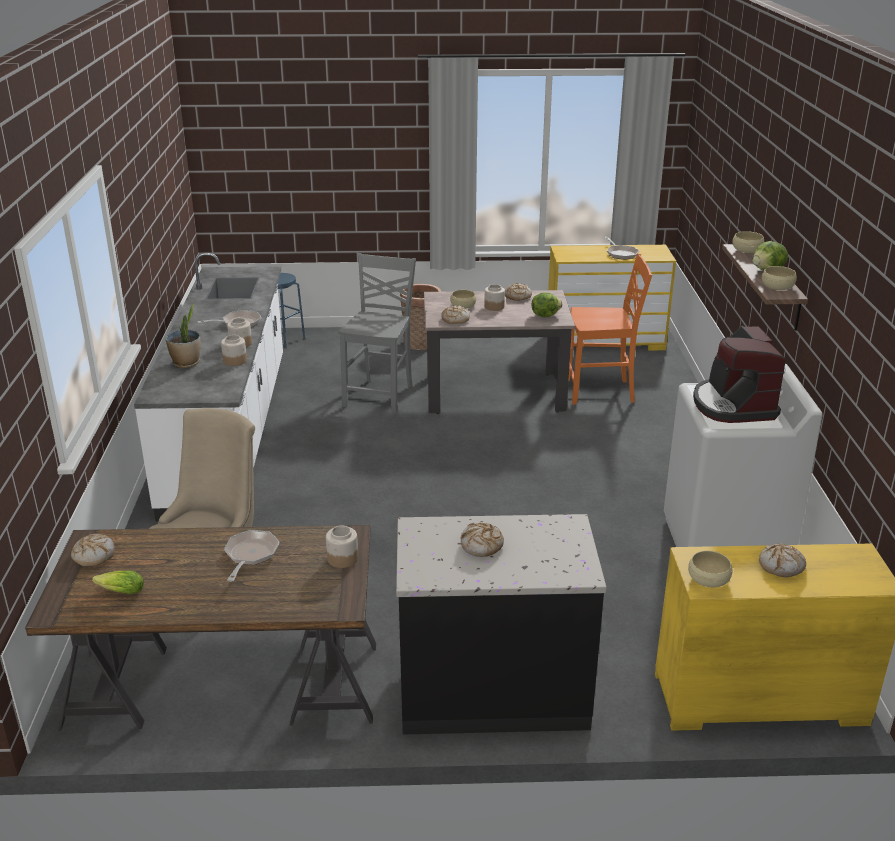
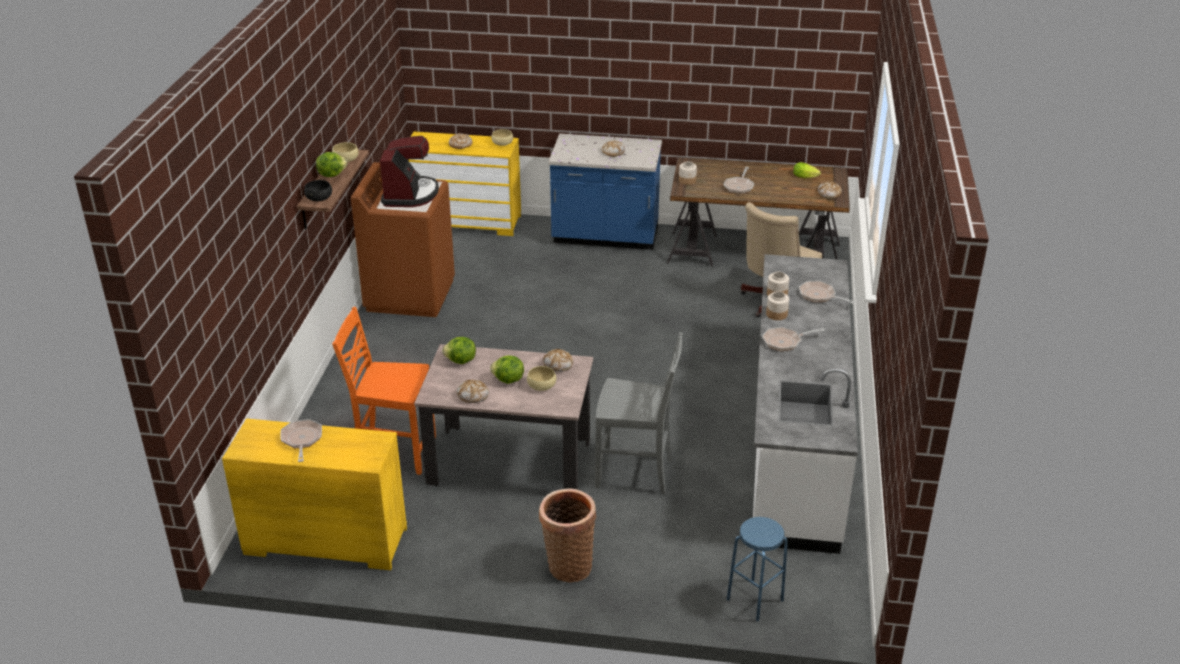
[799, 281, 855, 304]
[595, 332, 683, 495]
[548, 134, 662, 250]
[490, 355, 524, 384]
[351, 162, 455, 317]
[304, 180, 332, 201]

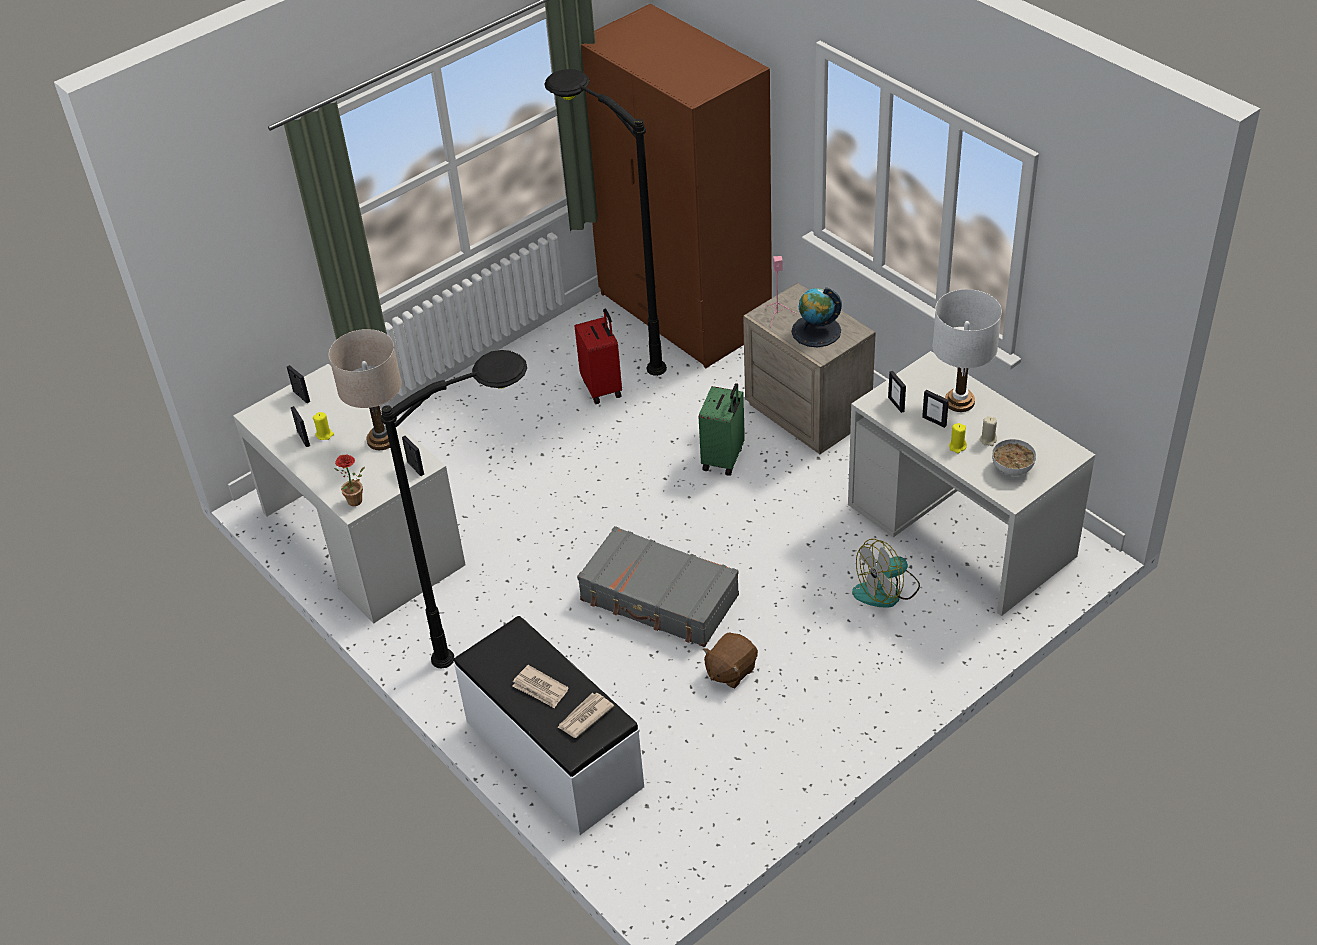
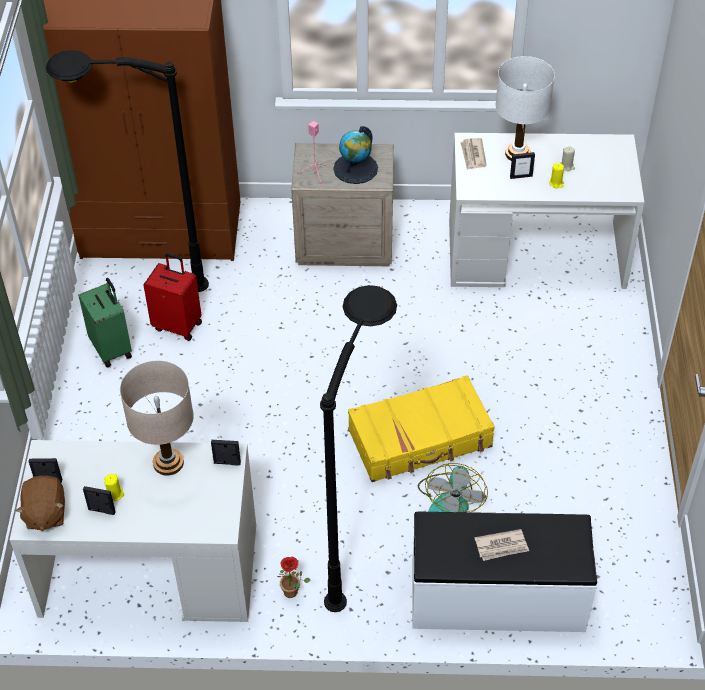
[277, 557, 311, 598]
[460, 138, 487, 170]
[348, 375, 495, 482]
[78, 278, 132, 367]
[16, 475, 65, 531]
[418, 463, 488, 512]
[888, 371, 906, 413] (first image)
[992, 439, 1036, 476] (first image)

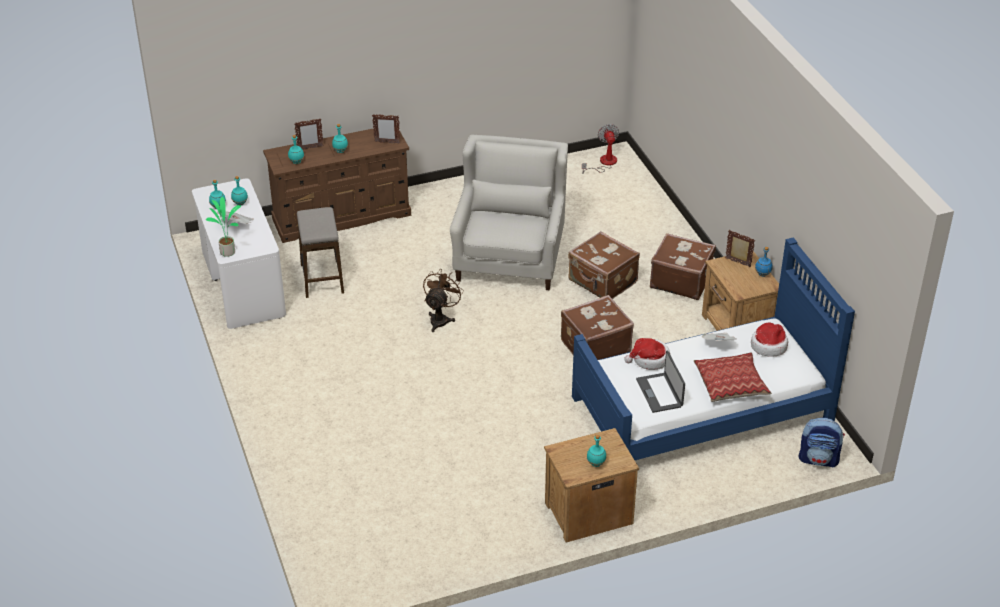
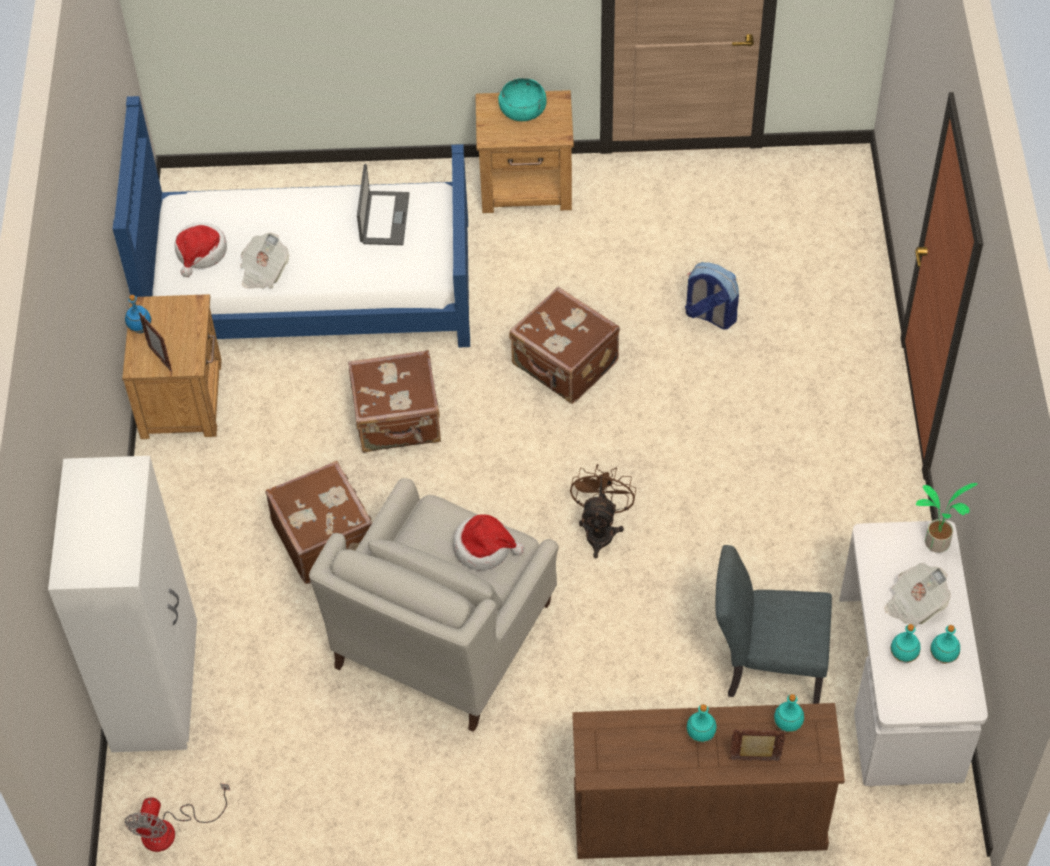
[716, 545, 832, 704]
[372, 114, 400, 144] (first image)
[570, 464, 636, 559]
[498, 78, 547, 121]
[453, 514, 524, 570]
[509, 287, 620, 404]
[694, 352, 772, 402] (first image)
[685, 262, 739, 329]
[48, 456, 197, 752]

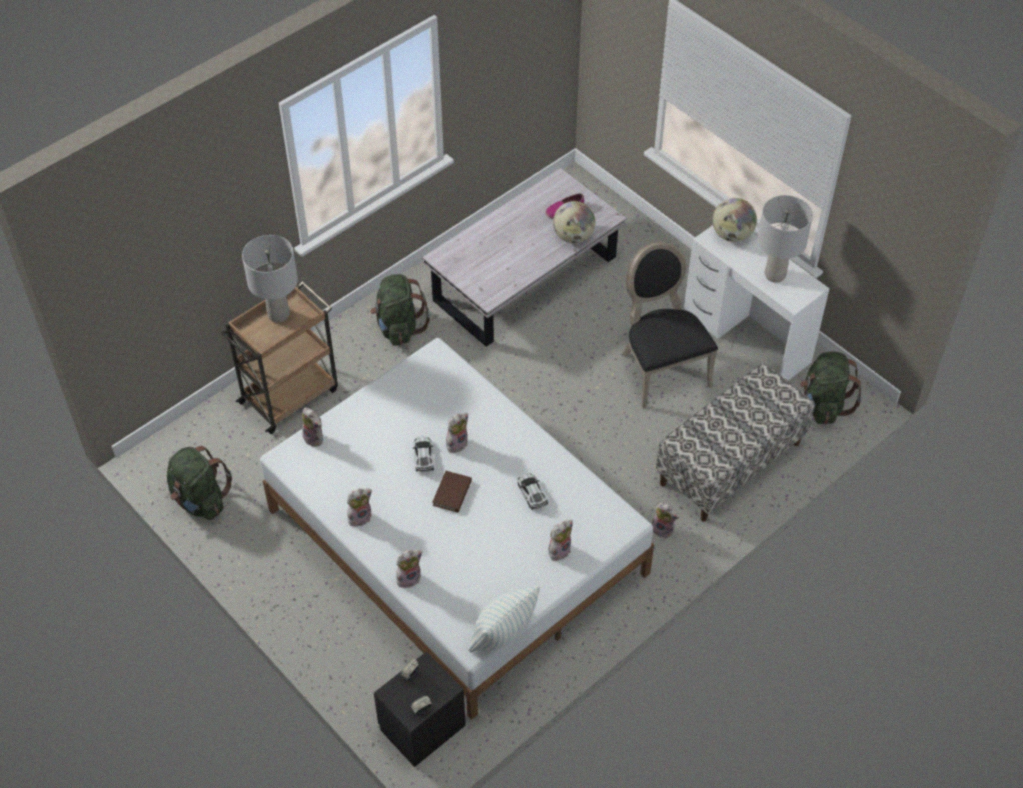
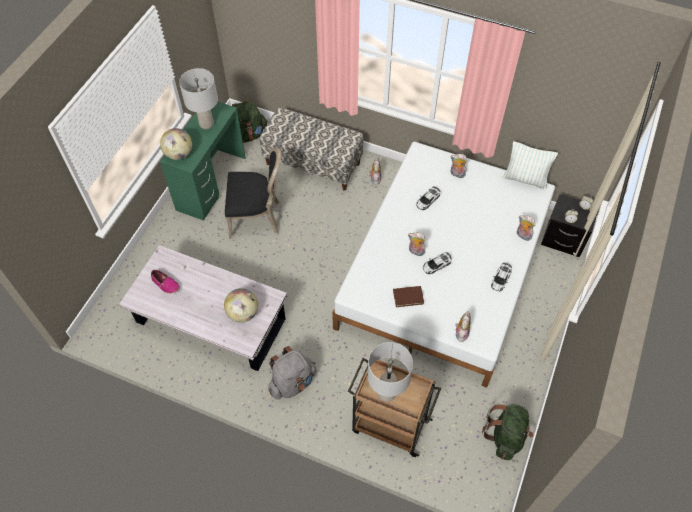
[491, 263, 512, 291]
[268, 346, 317, 400]
[393, 286, 424, 307]
[224, 288, 258, 322]
[225, 147, 281, 239]
[160, 102, 246, 221]

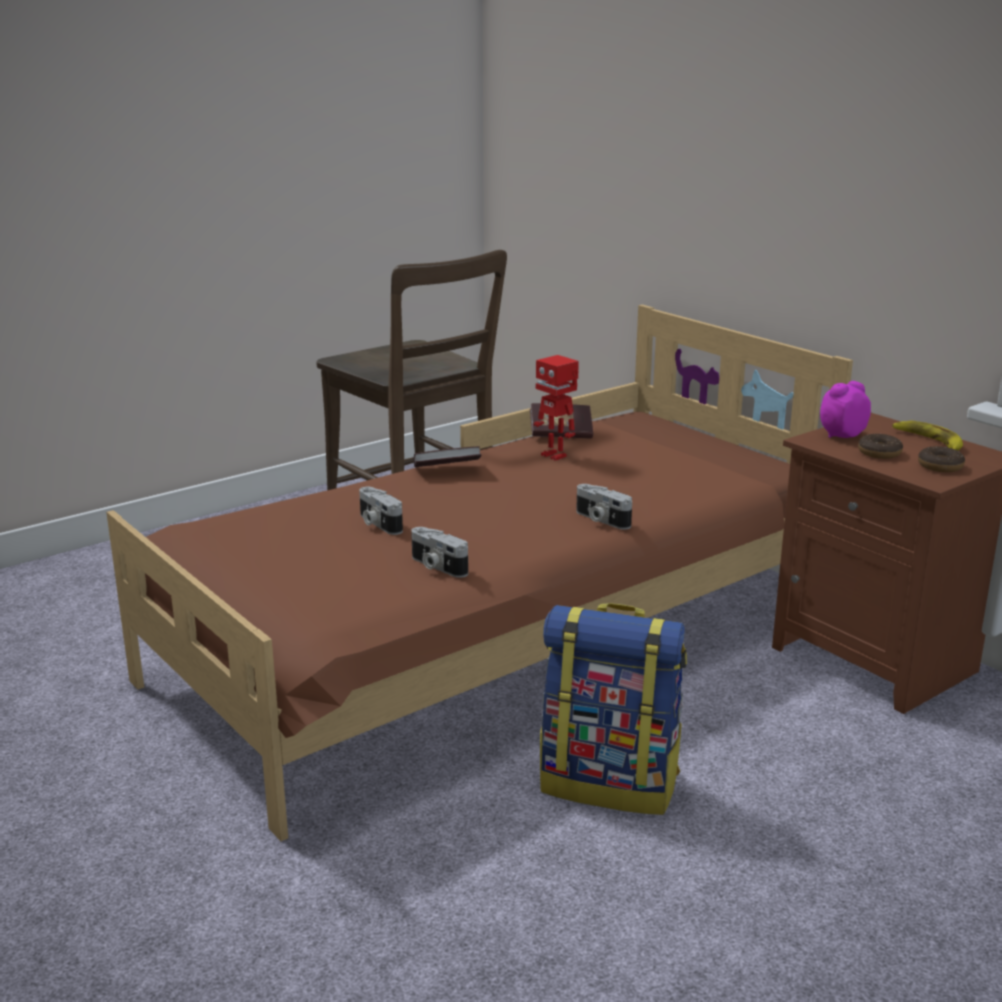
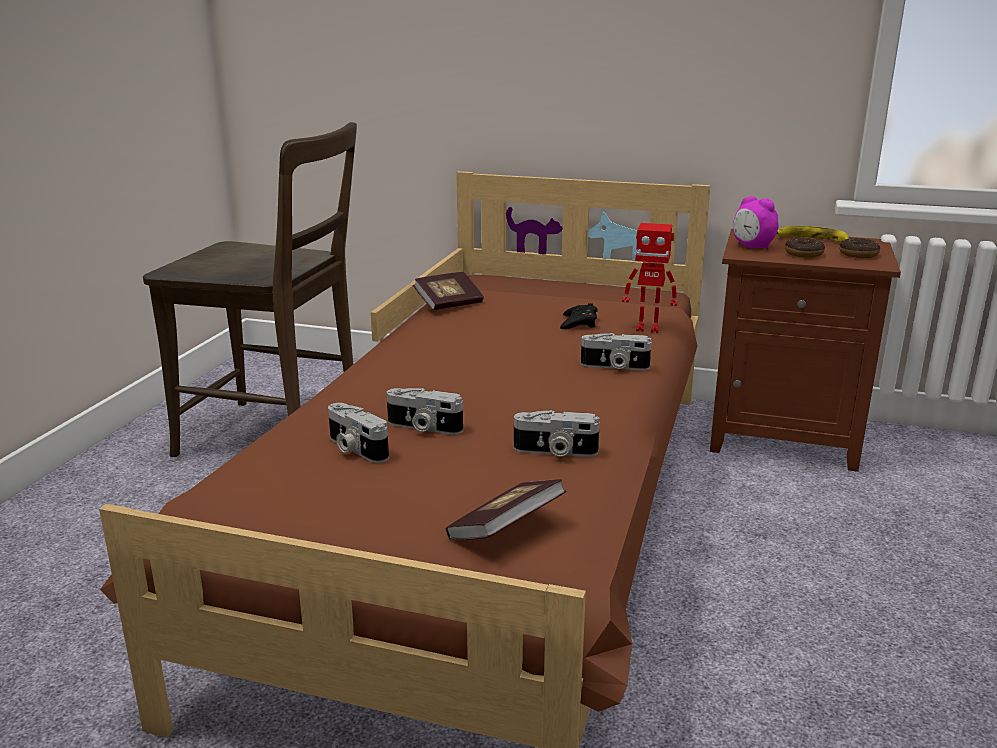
[446, 479, 566, 540]
[622, 223, 678, 333]
[540, 603, 687, 815] (first image)
[733, 196, 779, 249]
[328, 403, 389, 463]
[560, 303, 598, 329]

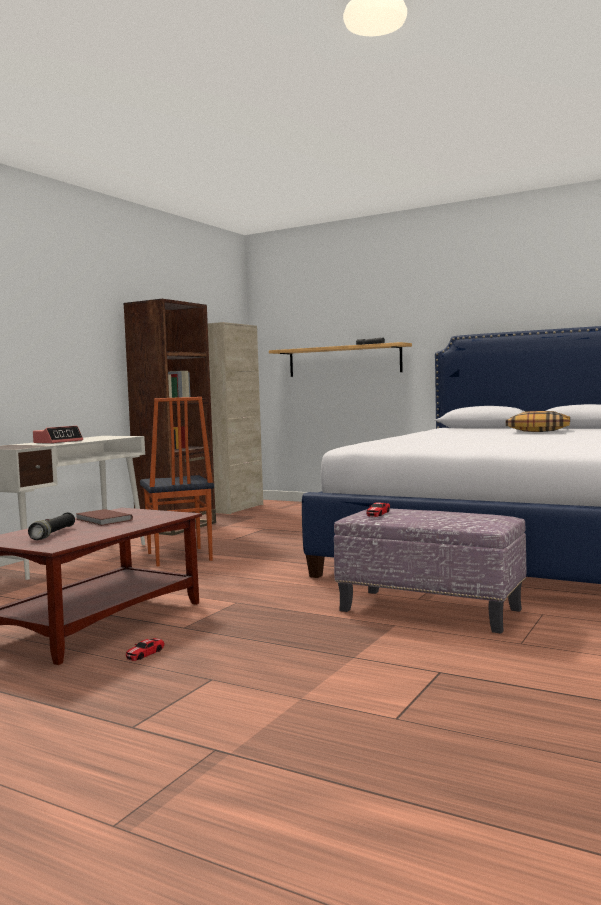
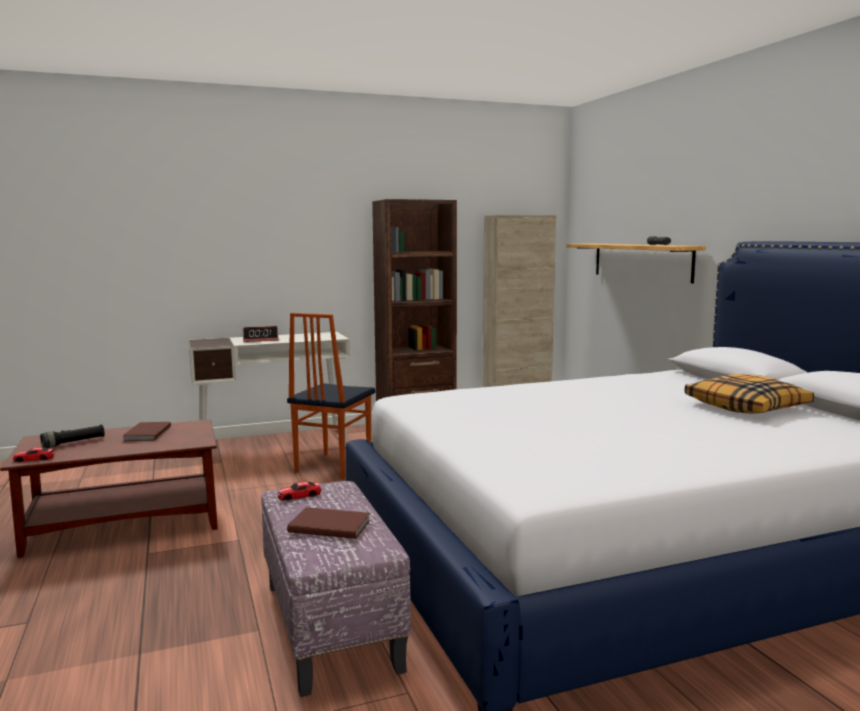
[13, 447, 55, 462]
[287, 507, 370, 539]

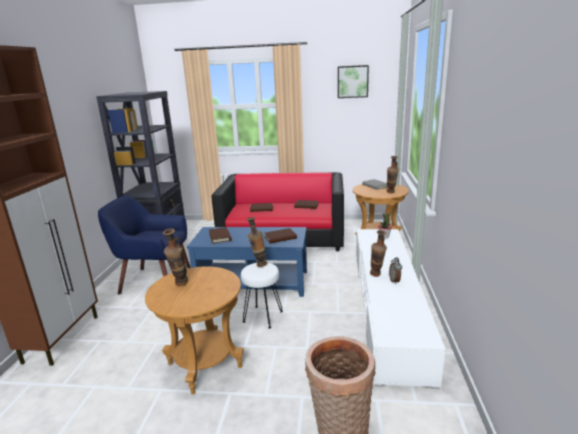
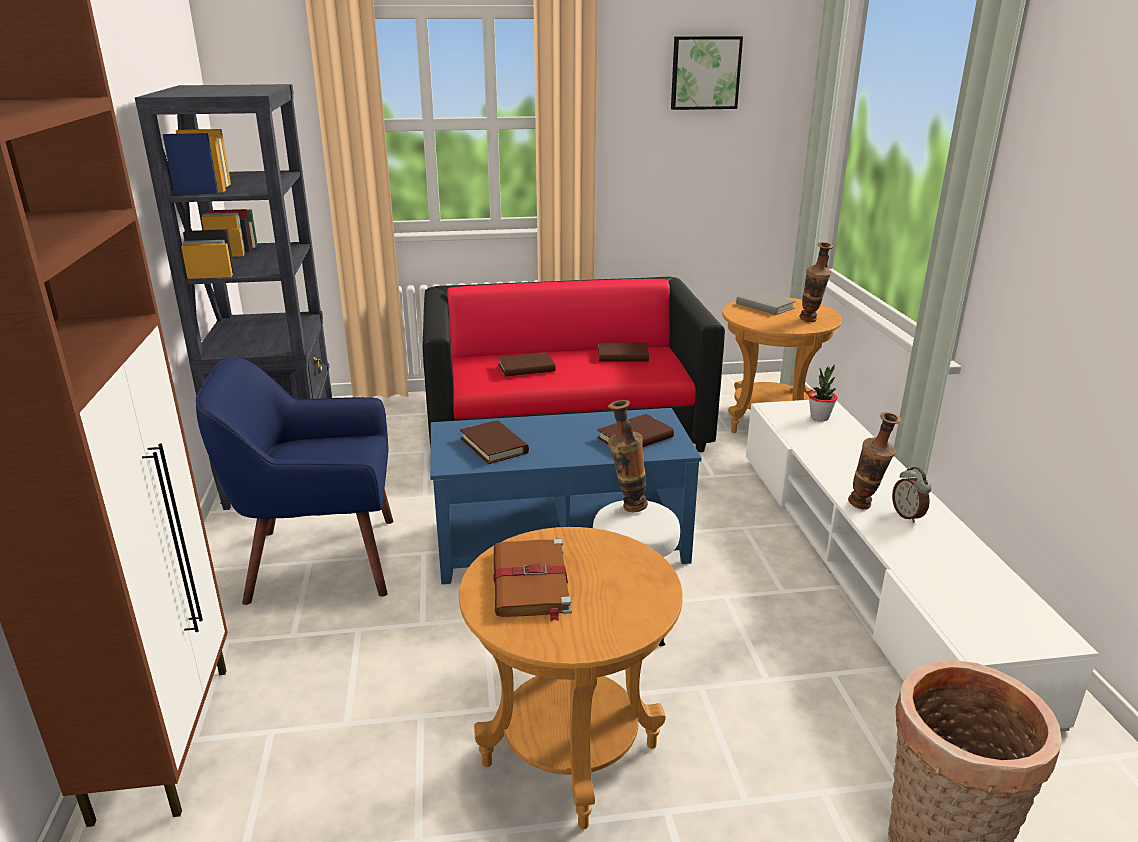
[494, 539, 572, 621]

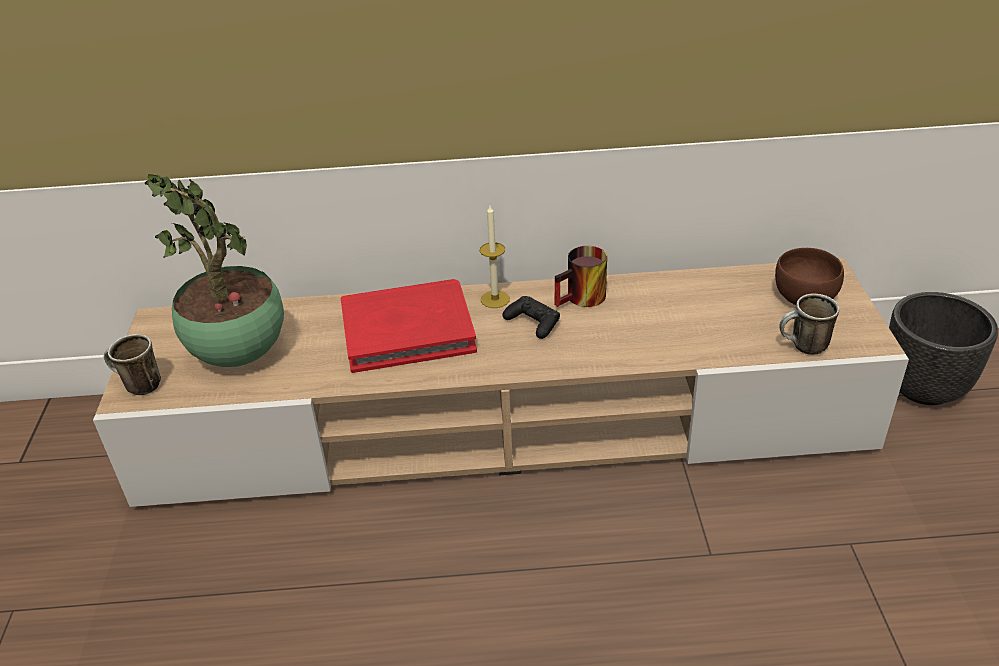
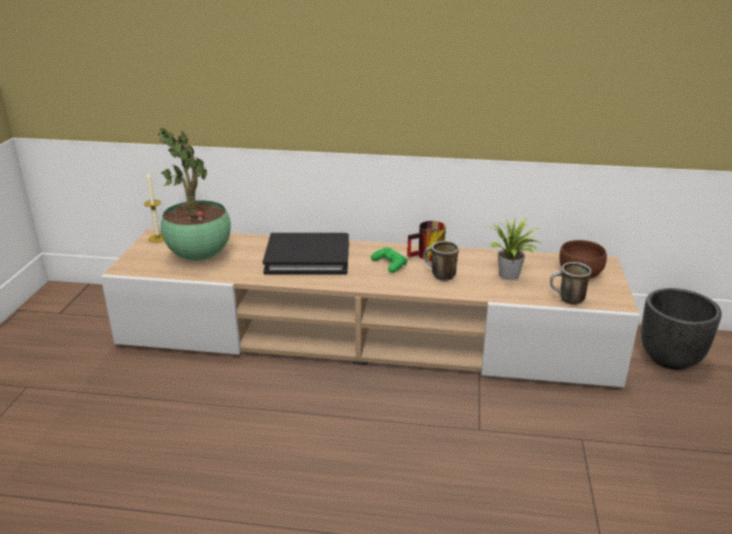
[423, 241, 459, 281]
[263, 233, 349, 275]
[144, 173, 164, 243]
[371, 247, 407, 273]
[489, 218, 541, 280]

